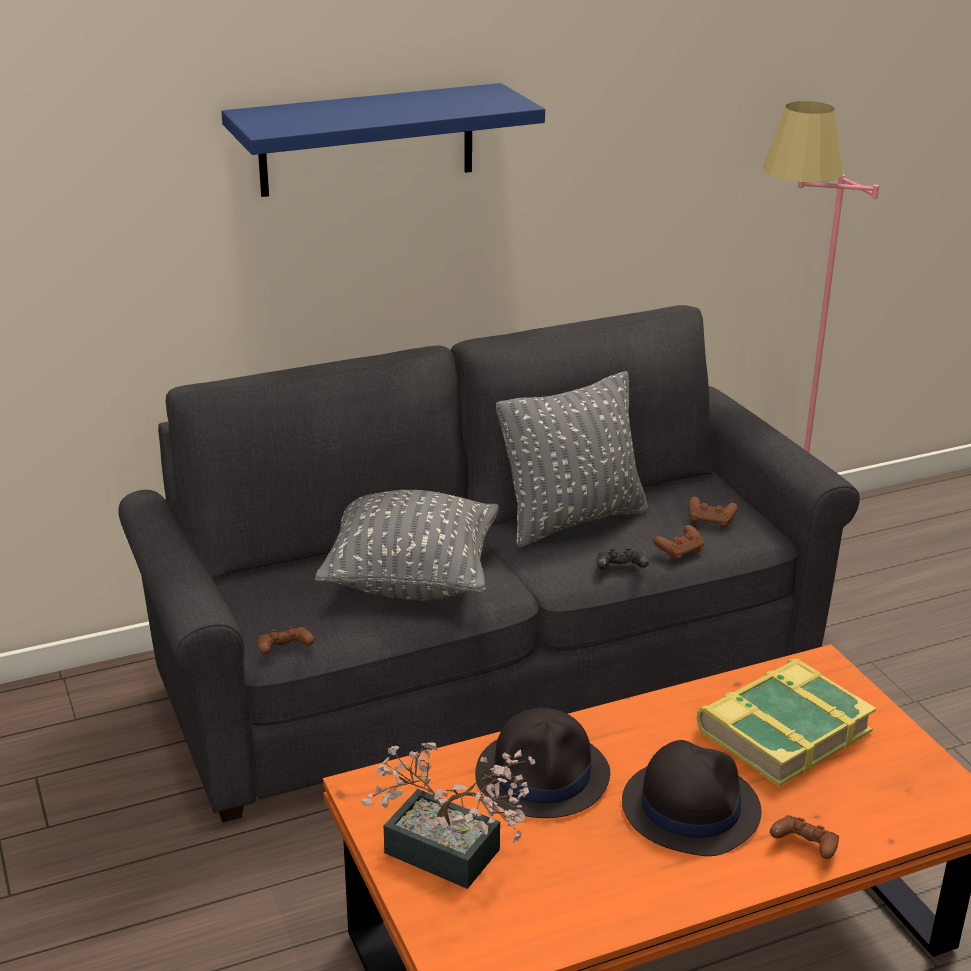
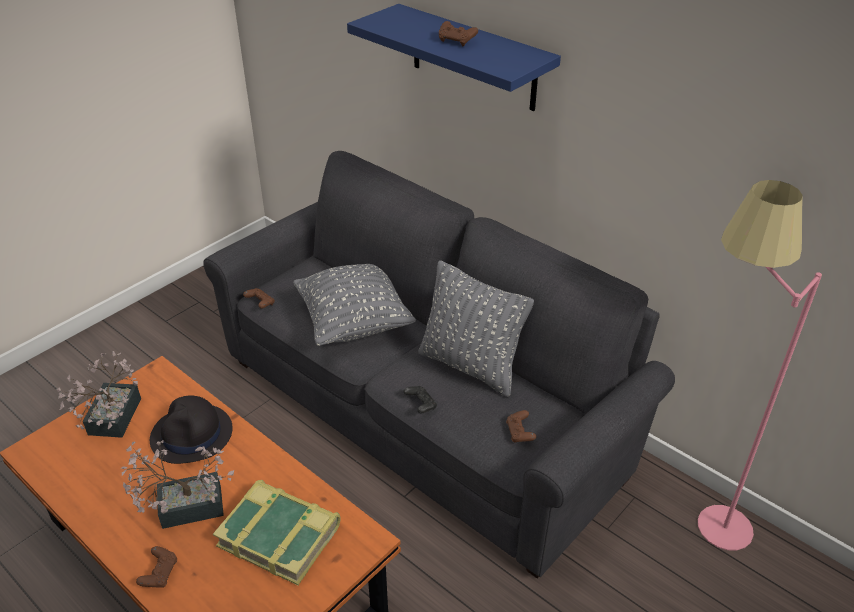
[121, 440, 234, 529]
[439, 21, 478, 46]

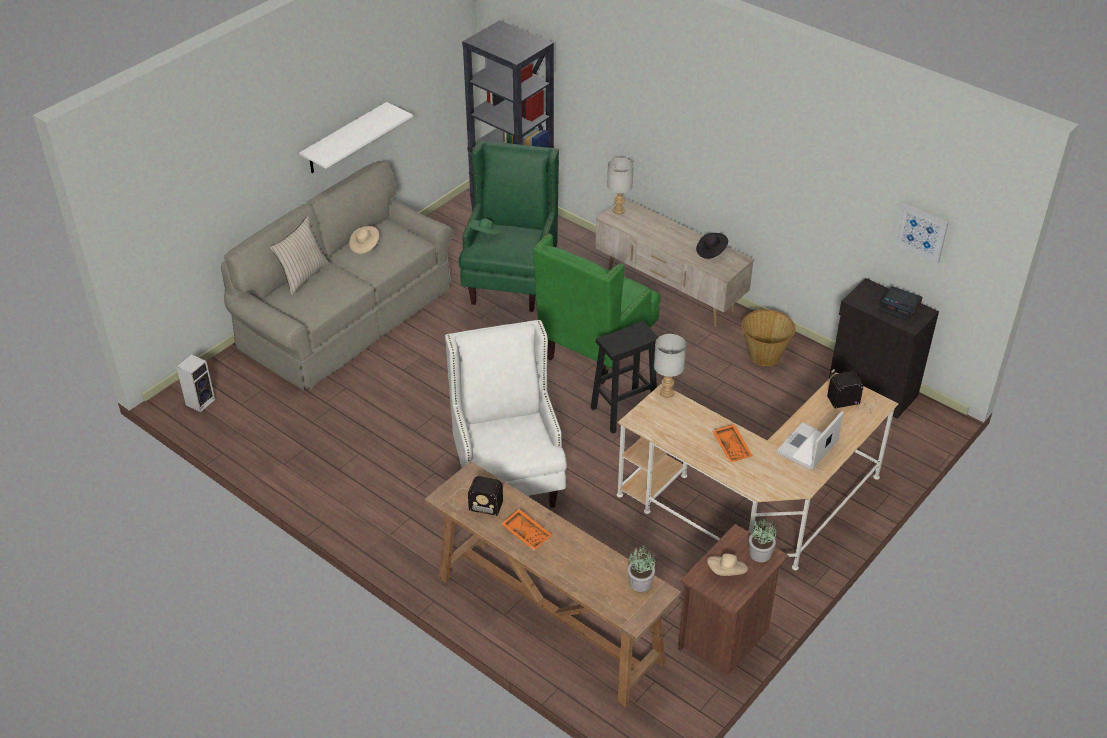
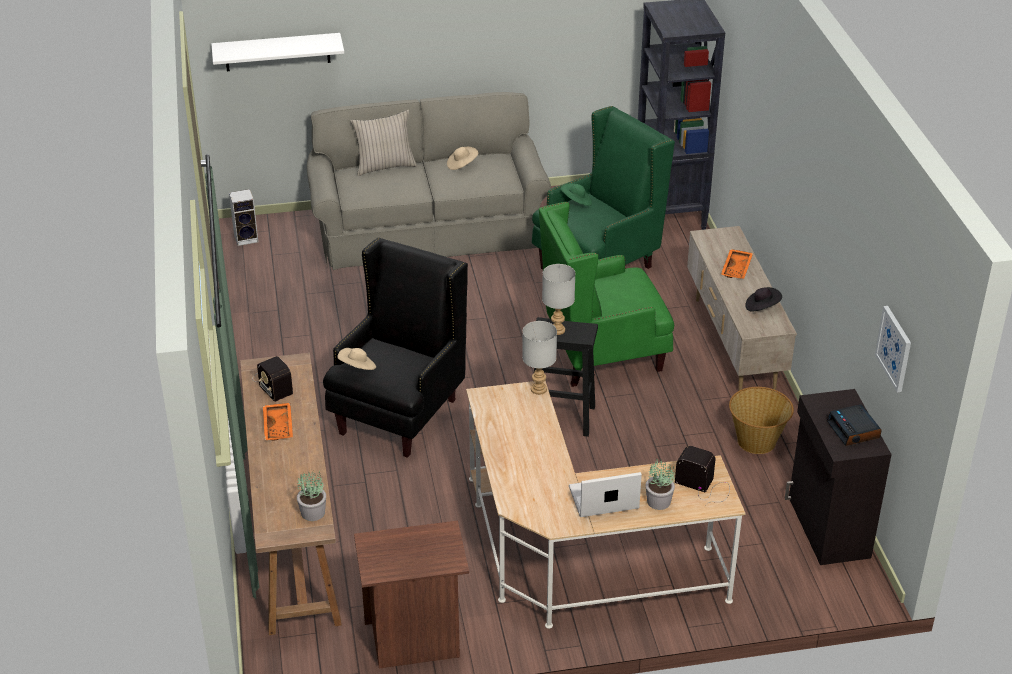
[211, 33, 344, 71]
[323, 238, 468, 458]
[542, 264, 575, 335]
[337, 348, 376, 370]
[721, 249, 753, 279]
[645, 459, 675, 510]

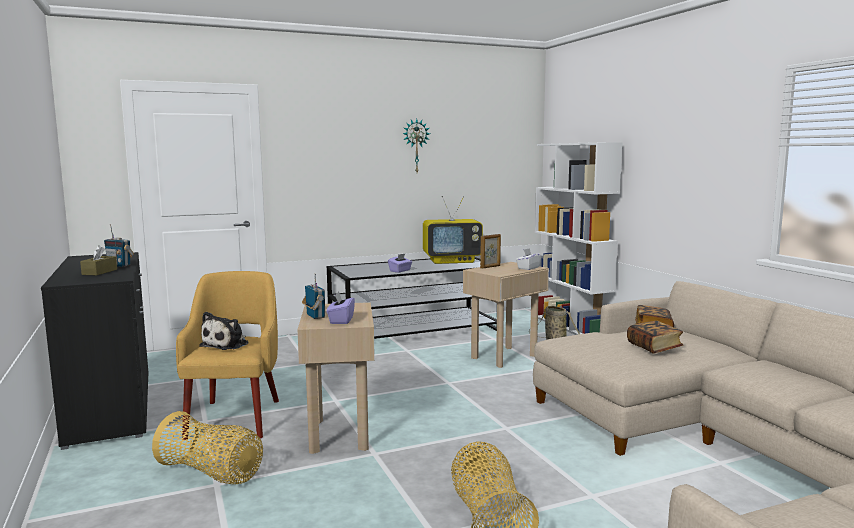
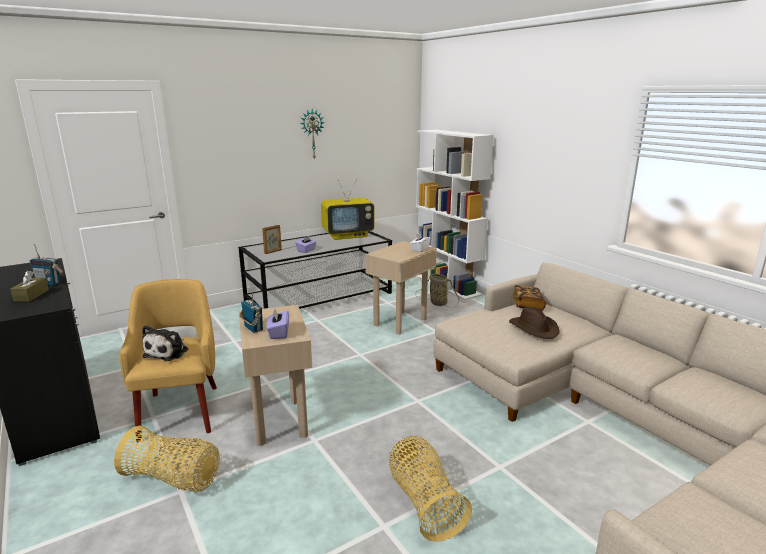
[262, 225, 282, 254]
[509, 307, 560, 339]

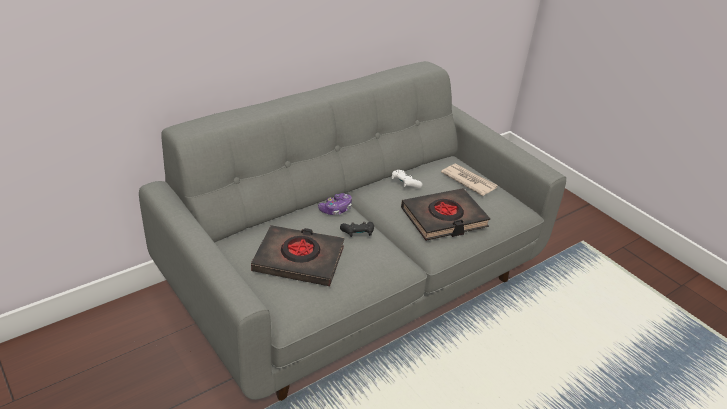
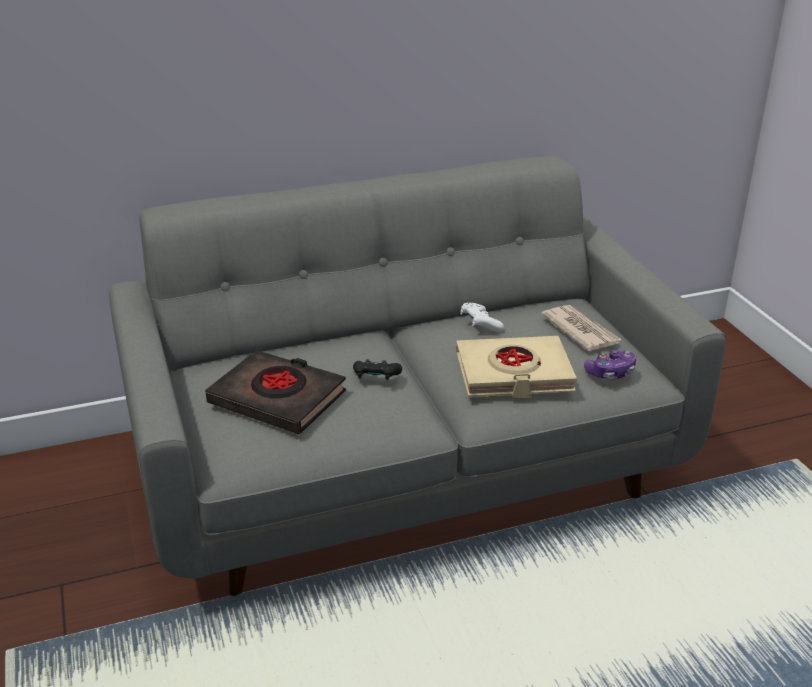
[584, 350, 636, 379]
[456, 336, 577, 398]

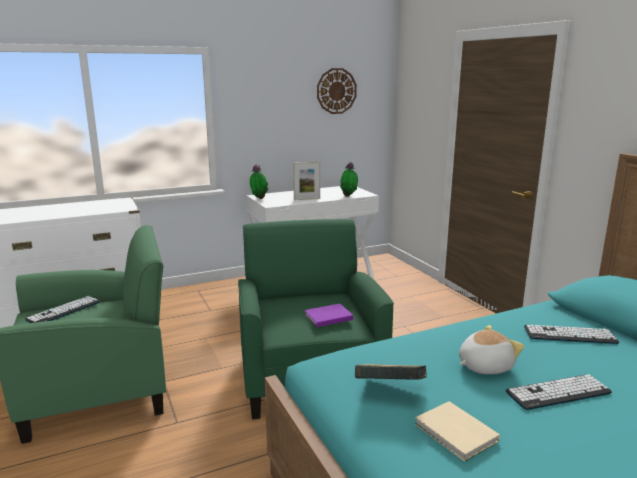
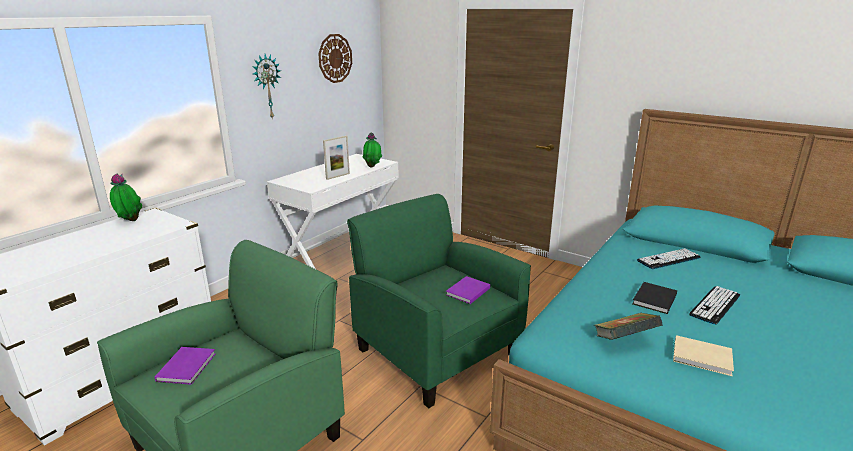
[155, 347, 216, 385]
[110, 174, 142, 221]
[632, 282, 677, 314]
[252, 54, 281, 120]

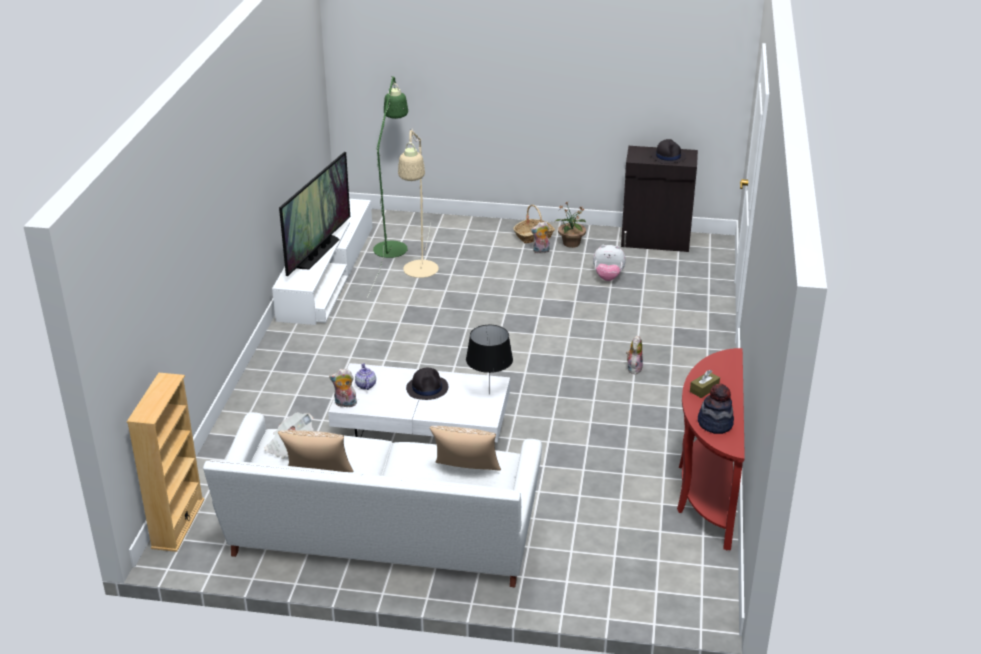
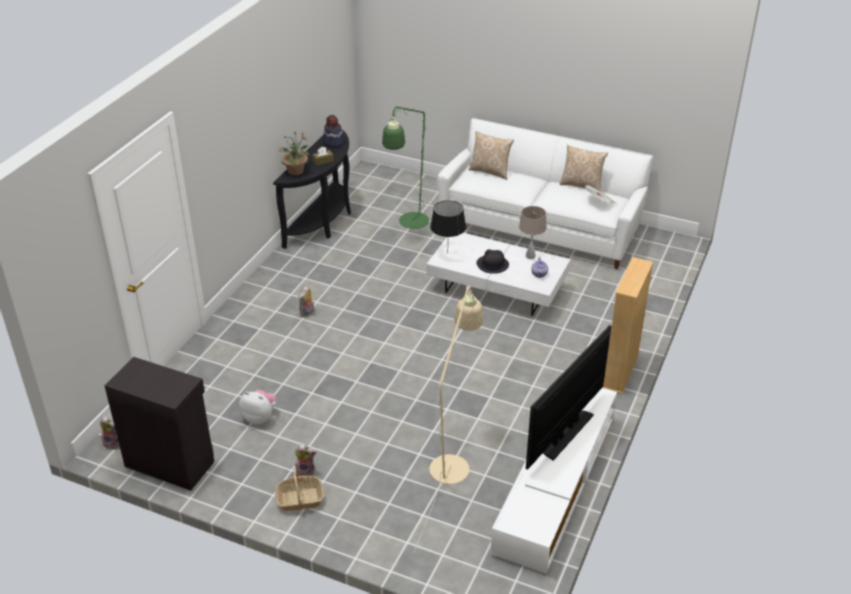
[602, 257, 653, 394]
[100, 416, 120, 450]
[382, 106, 438, 229]
[279, 132, 309, 176]
[651, 139, 686, 164] (first image)
[273, 130, 351, 249]
[519, 206, 546, 259]

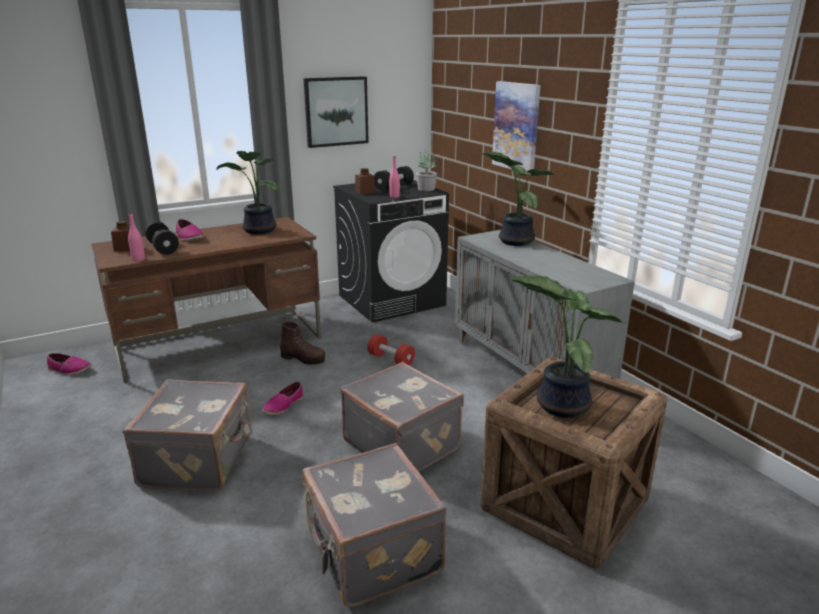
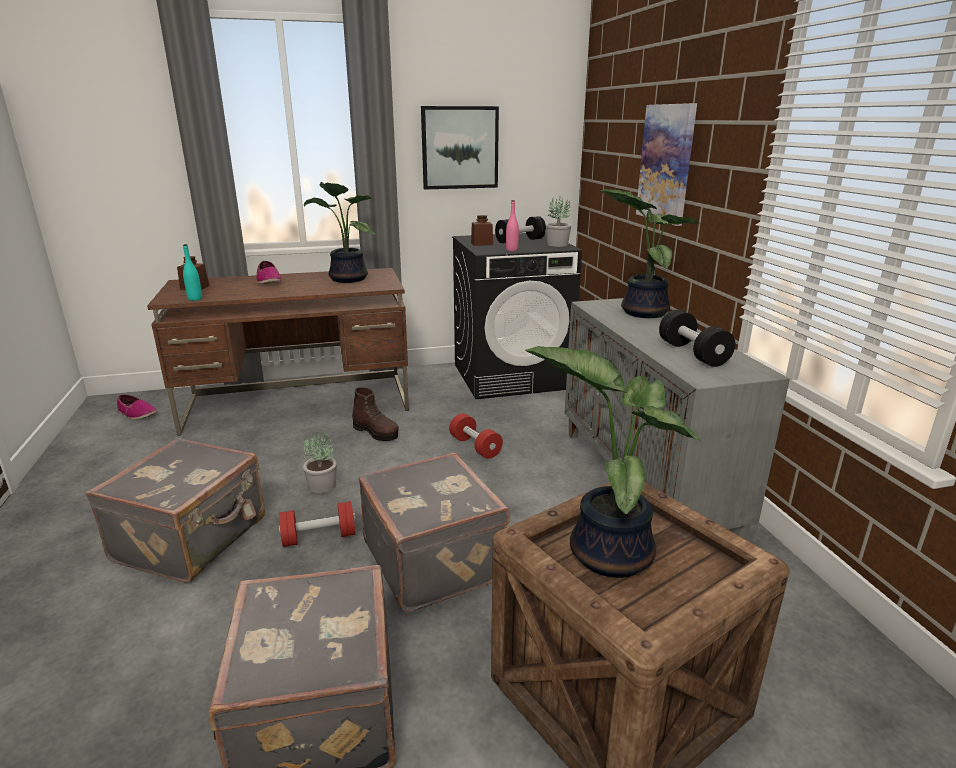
[183, 244, 202, 301]
[659, 309, 735, 367]
[303, 432, 337, 493]
[279, 501, 356, 547]

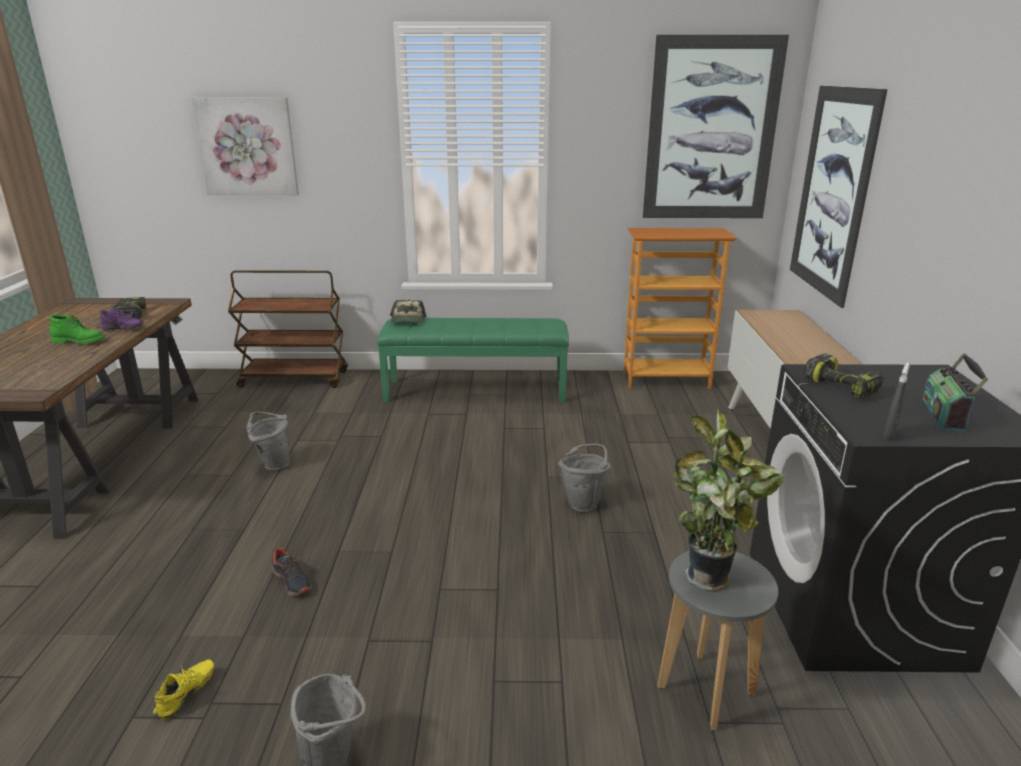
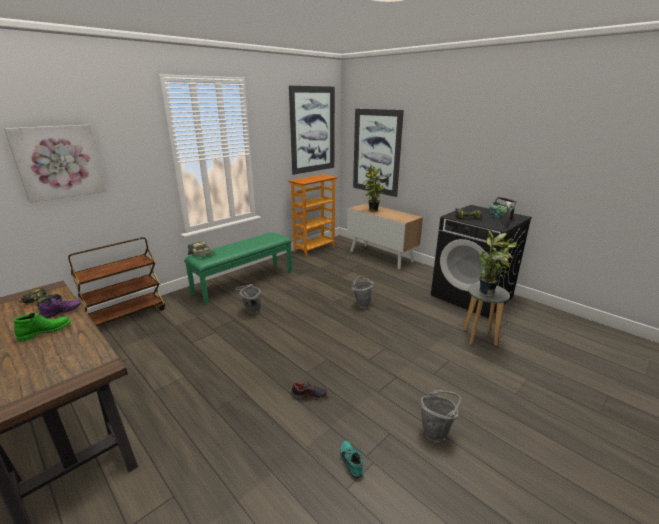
[340, 441, 364, 478]
[235, 284, 261, 314]
[363, 167, 387, 212]

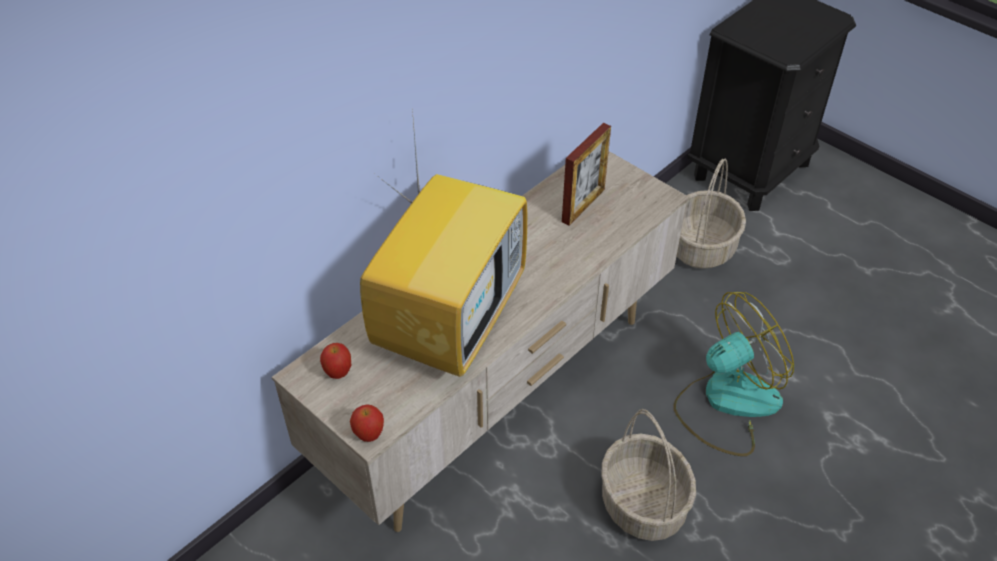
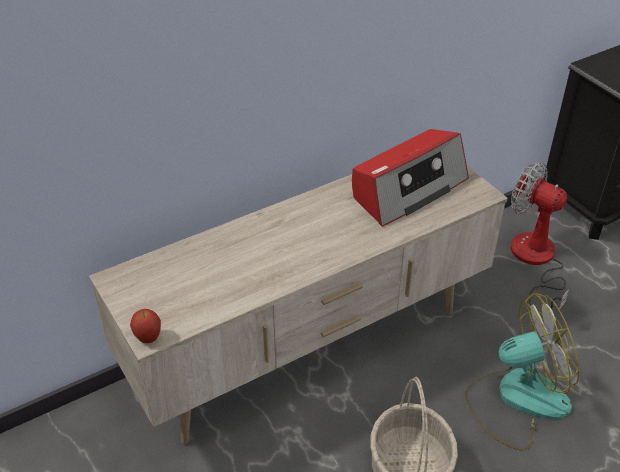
[320, 343, 351, 379] (first image)
[360, 109, 527, 377] (first image)
[352, 129, 469, 227]
[511, 162, 569, 314]

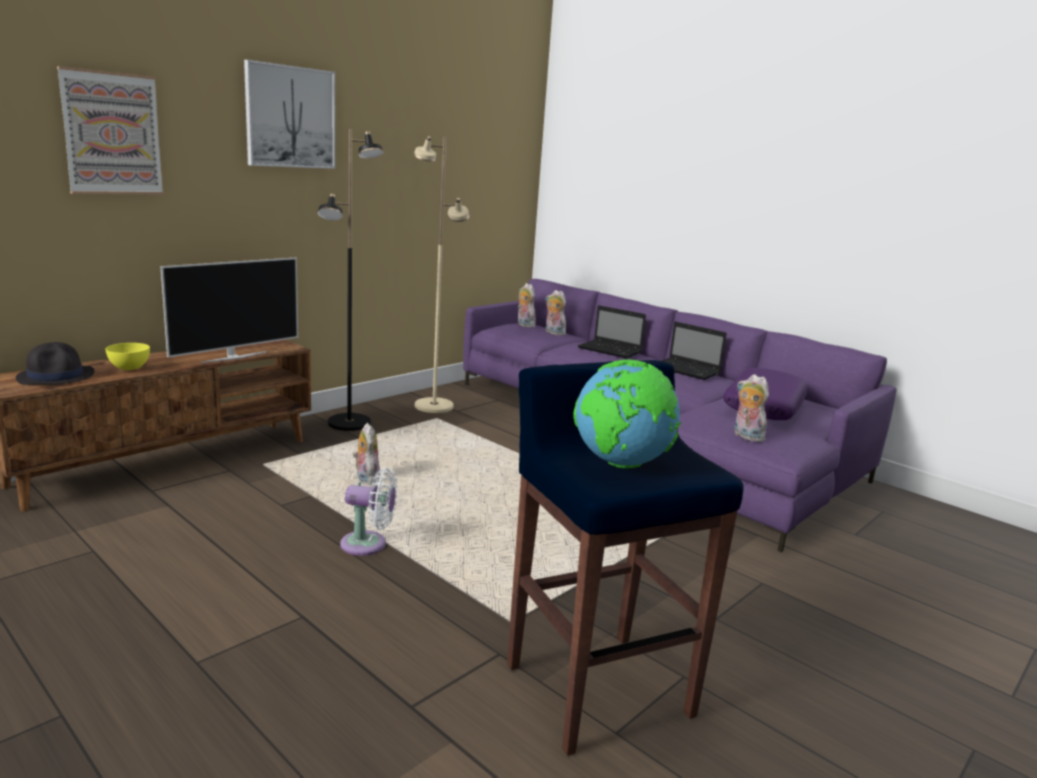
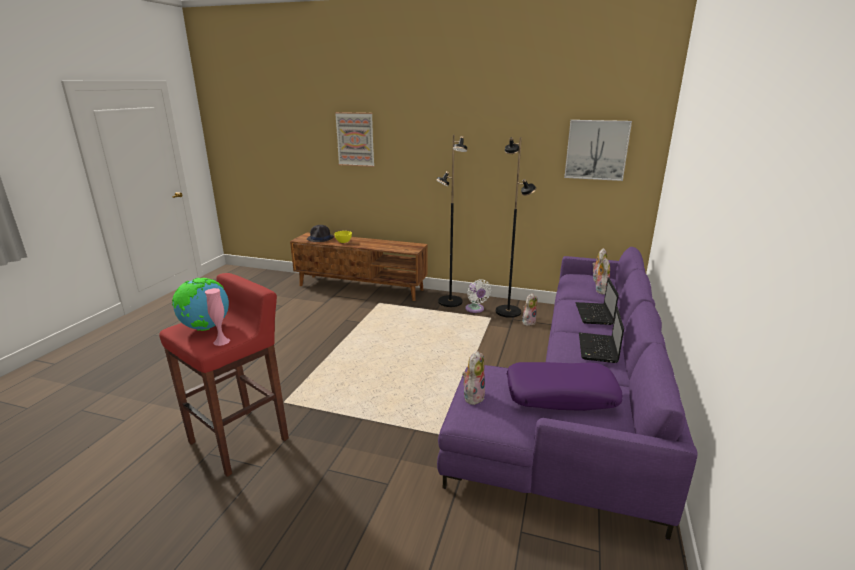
[160, 257, 298, 363] (first image)
[564, 120, 632, 181]
[465, 279, 491, 313]
[522, 293, 538, 326]
[496, 137, 536, 318]
[159, 273, 289, 477]
[205, 288, 230, 346]

